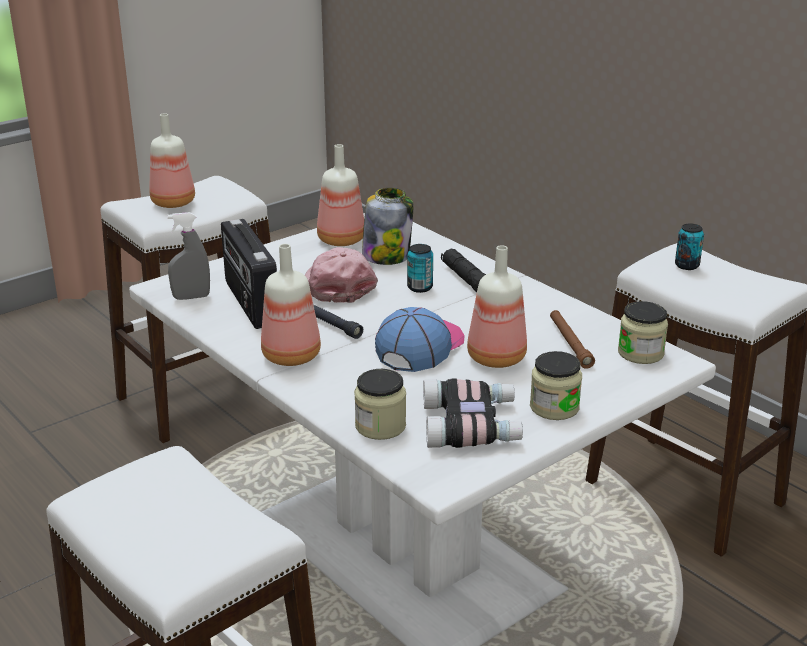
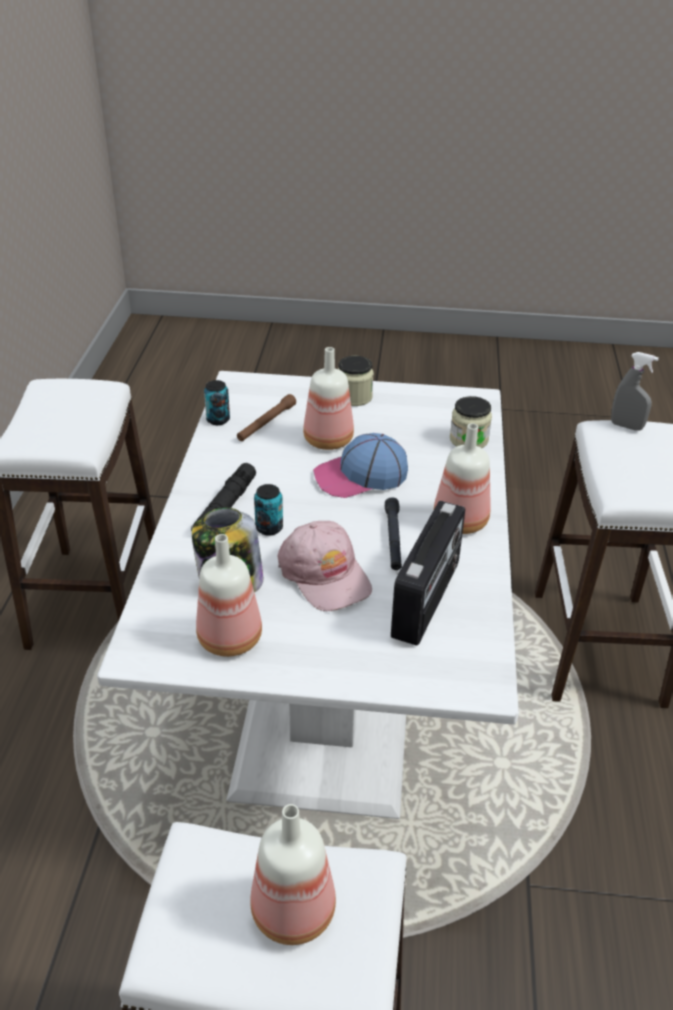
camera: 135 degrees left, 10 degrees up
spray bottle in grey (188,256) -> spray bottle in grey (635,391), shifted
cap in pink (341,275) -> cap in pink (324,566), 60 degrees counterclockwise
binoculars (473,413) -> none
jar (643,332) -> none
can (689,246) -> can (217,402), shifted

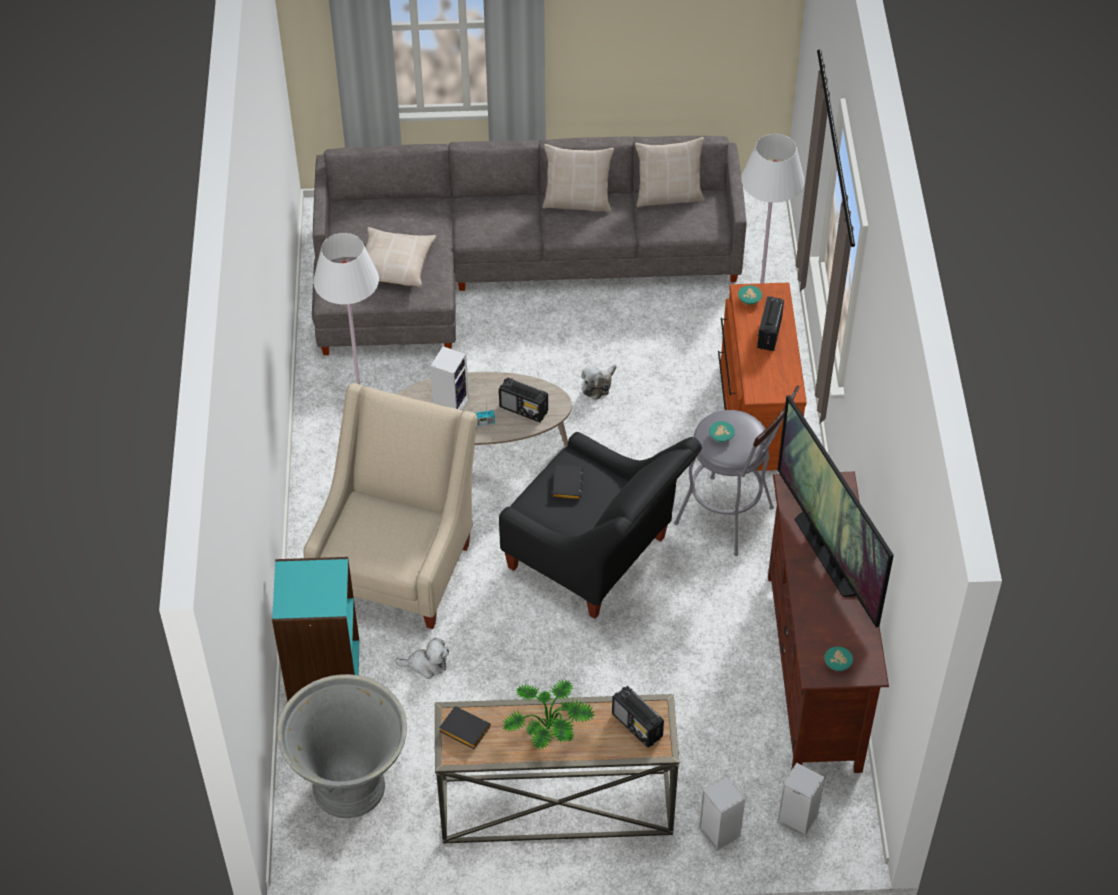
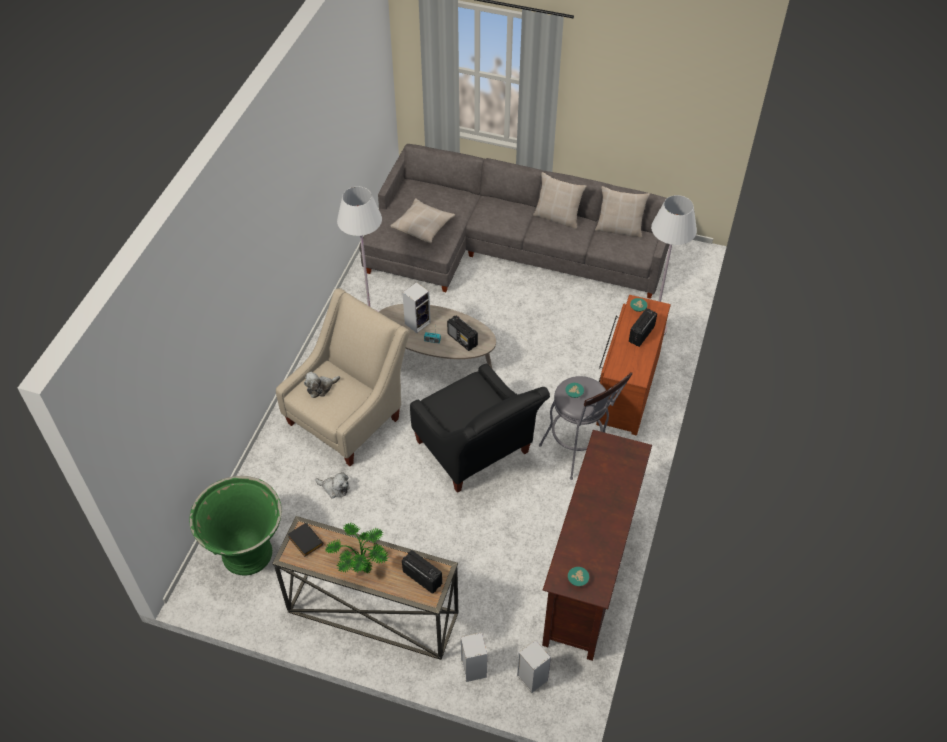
camera: 20 degrees right, 0 degrees up
bookcase in turquoise (315,629) -> none
planter in grey (342,746) -> planter in green (235,526)
book in black (567,482) -> none
plush toy (598,382) -> plush toy (322,385), shifted
radio (638,717) -> radio (422,572), 150 degrees clockwise
television (835,511) -> none

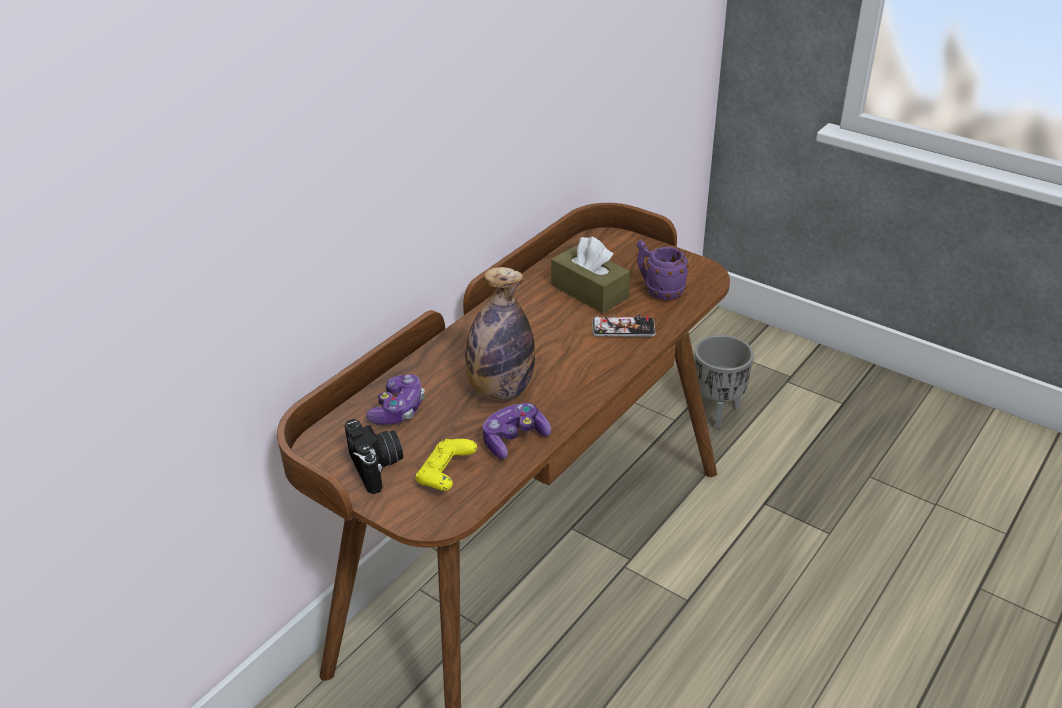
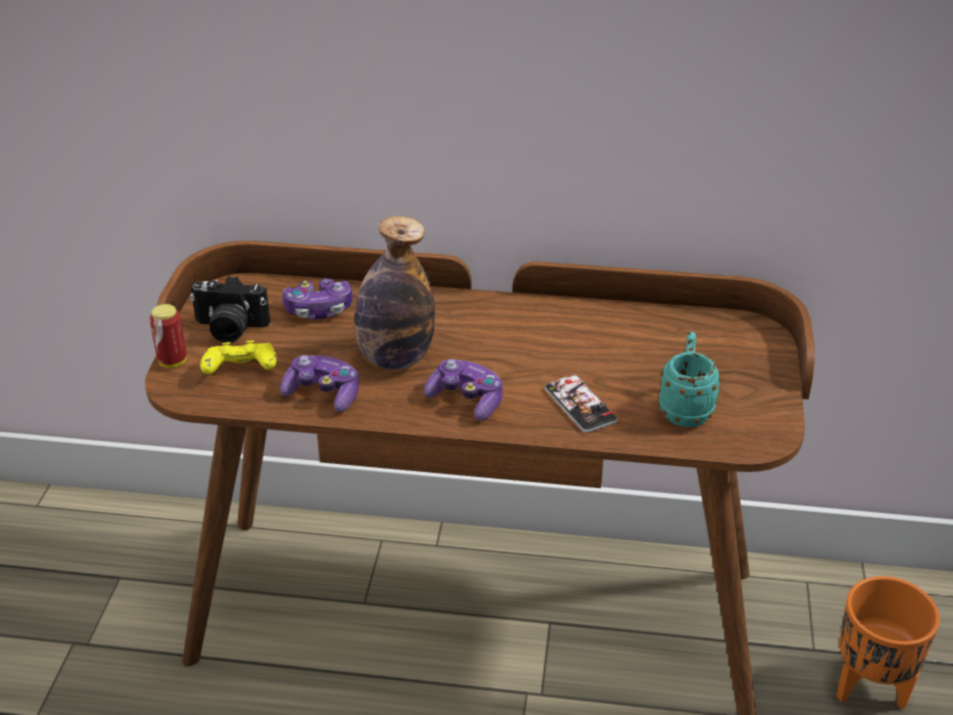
camera: 60 degrees right, 0 degrees up
photo camera (374,456) -> photo camera (230,309), 60 degrees clockwise
tissue box in brown (590,274) -> none
mug in purple (663,270) -> mug in turquoise (689,379)
planter in grey (724,382) -> planter in orange (888,642)
none -> can (168,336)
none -> game controller (463,390)

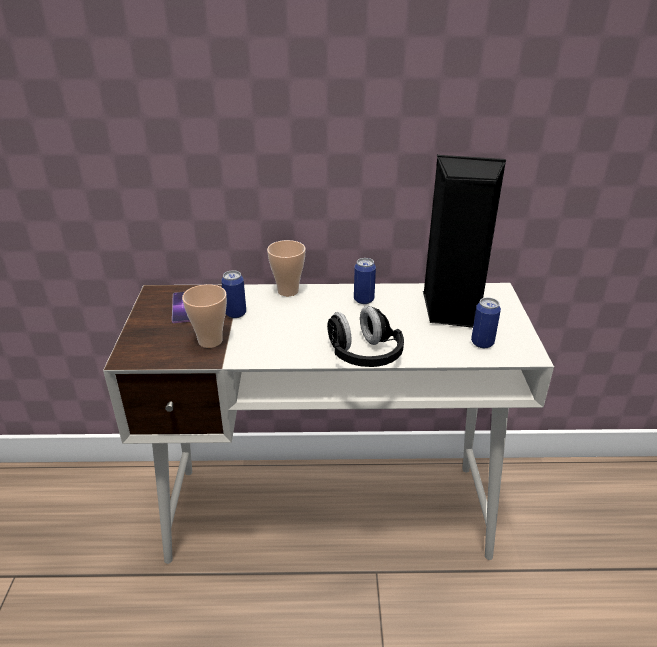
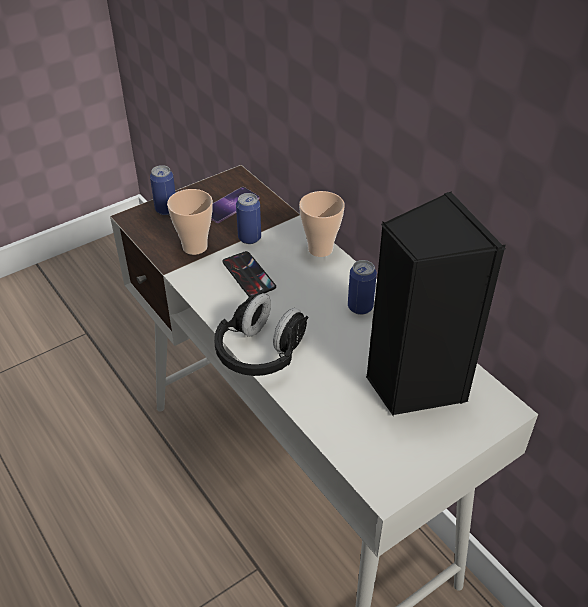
camera: 55 degrees right, 10 degrees up
can (486,322) -> can (162,190), shifted
none -> phone (249,274)

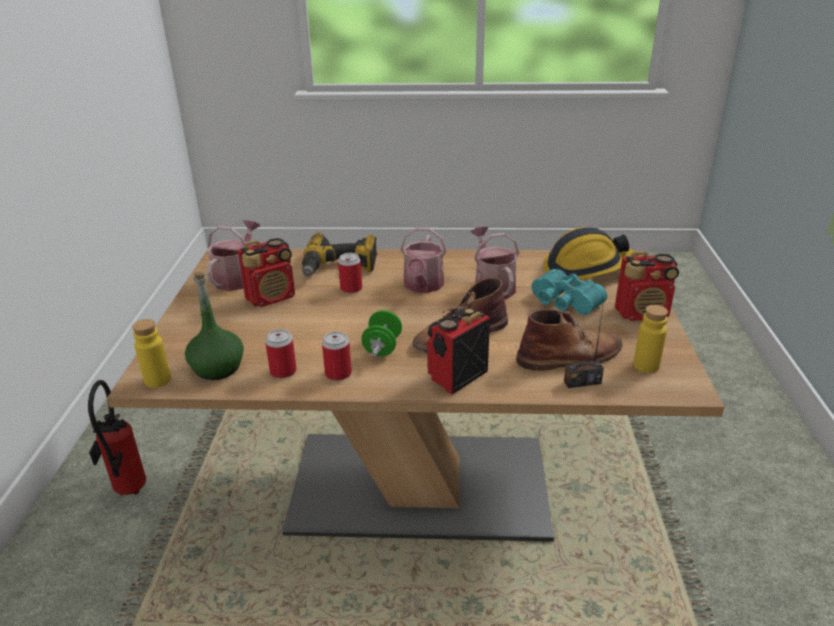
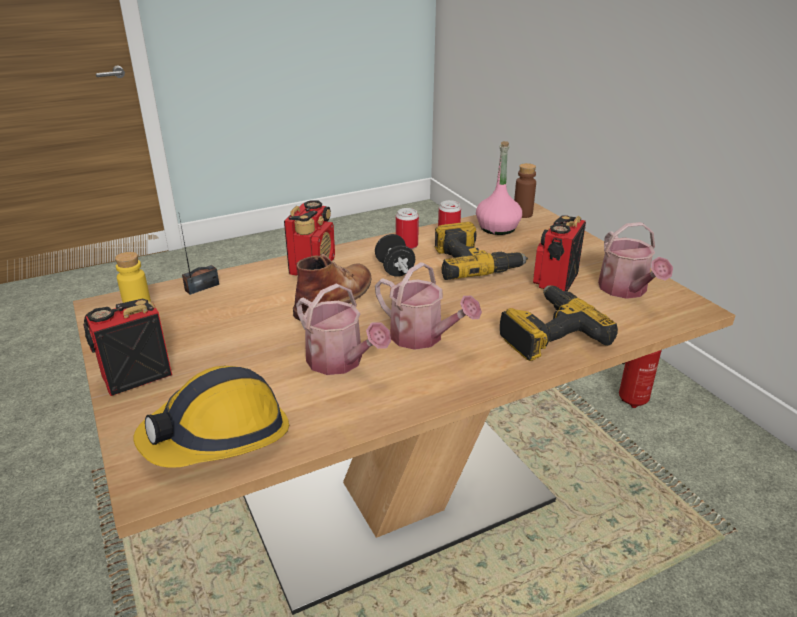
camera: 150 degrees right, 0 degrees up
bottle in yellow (151,353) -> bottle in brown (525,190)
bottle in green (214,326) -> bottle in pink (499,188)
can (350,273) -> none
dumbbell in green (381,333) -> dumbbell in black (395,255)
watering can (423,260) -> watering can (428,306), 150 degrees clockwise
boot in brown (569,340) -> none
binoculars in turquoise (569,292) -> none
none -> power drill (481,251)

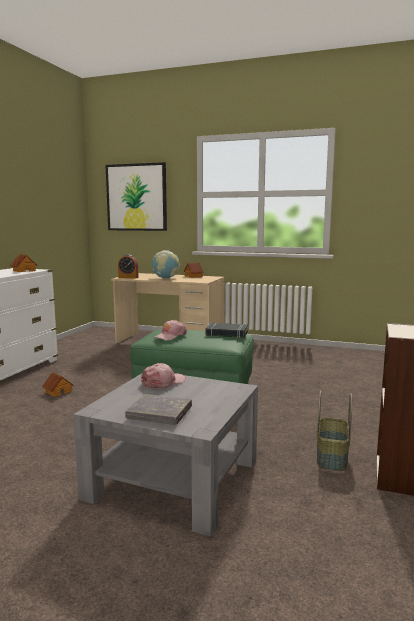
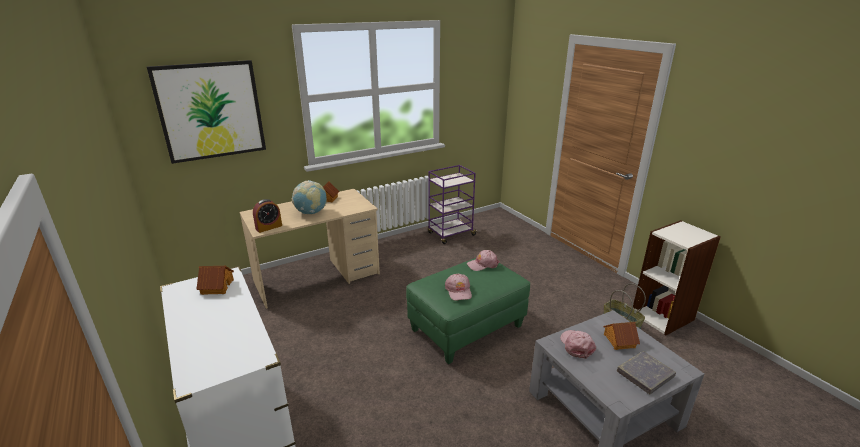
camera: 50 degrees left, 15 degrees up
toy house (58,384) -> toy house (621,336), shifted
book in black (226,330) -> cap in pink (483,260)
none -> cart in purple (452,204)

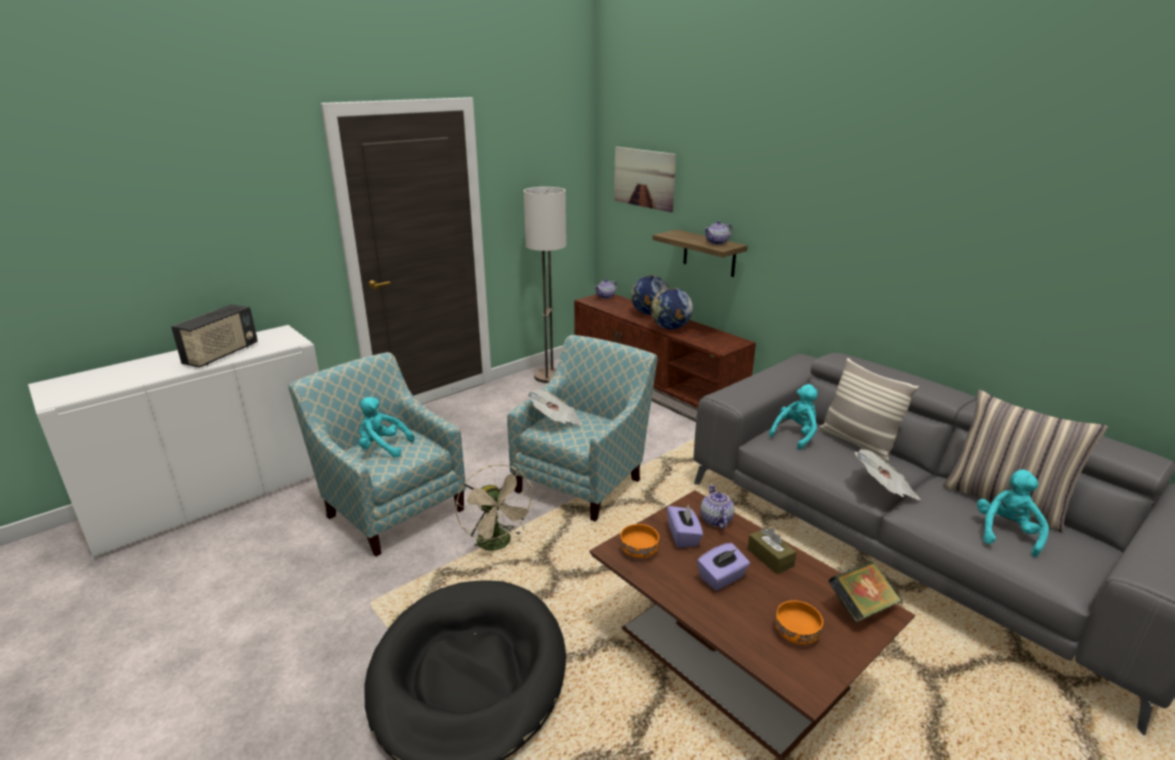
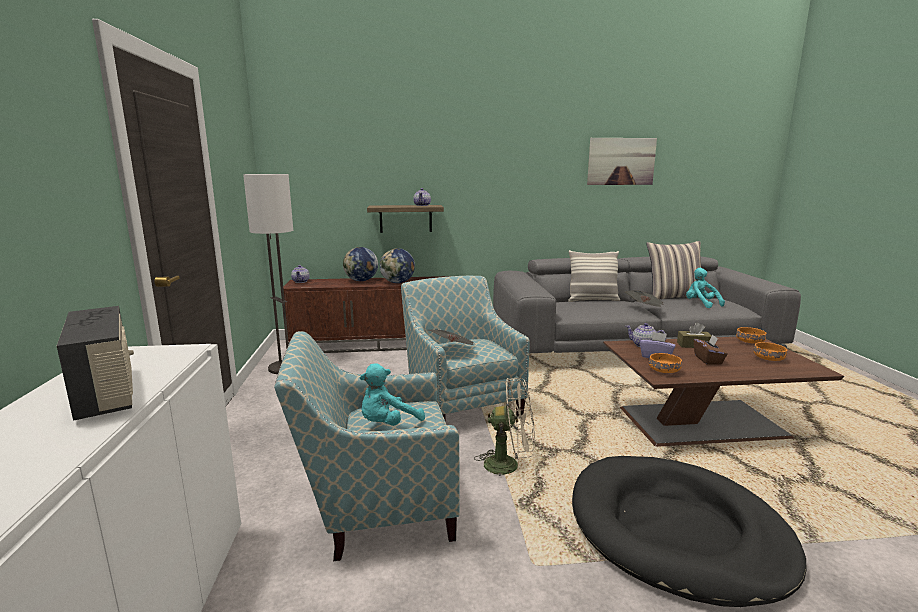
camera: 55 degrees left, 10 degrees down
picture (645,179) -> picture (622,161), shifted
tissue box in purple (723,566) -> tissue box in brown (711,350)
plush toy in turquoise (793,417) -> none
book (865,592) -> bowl in orange (751,335)

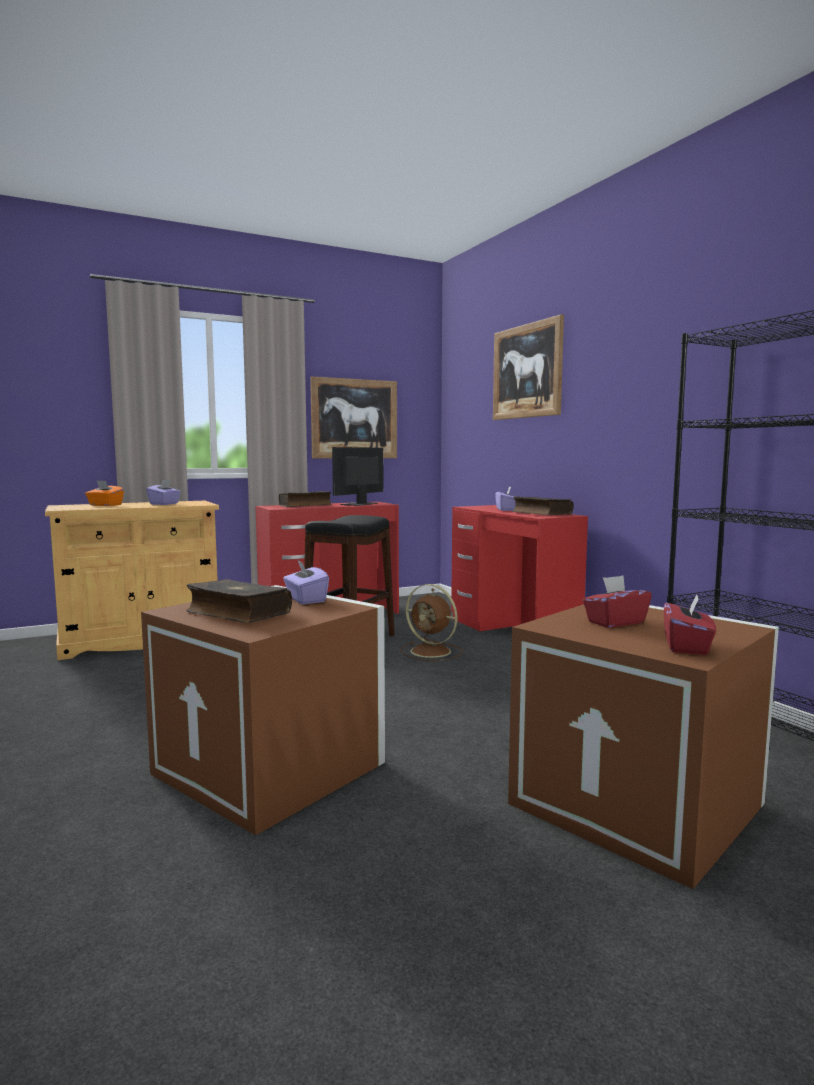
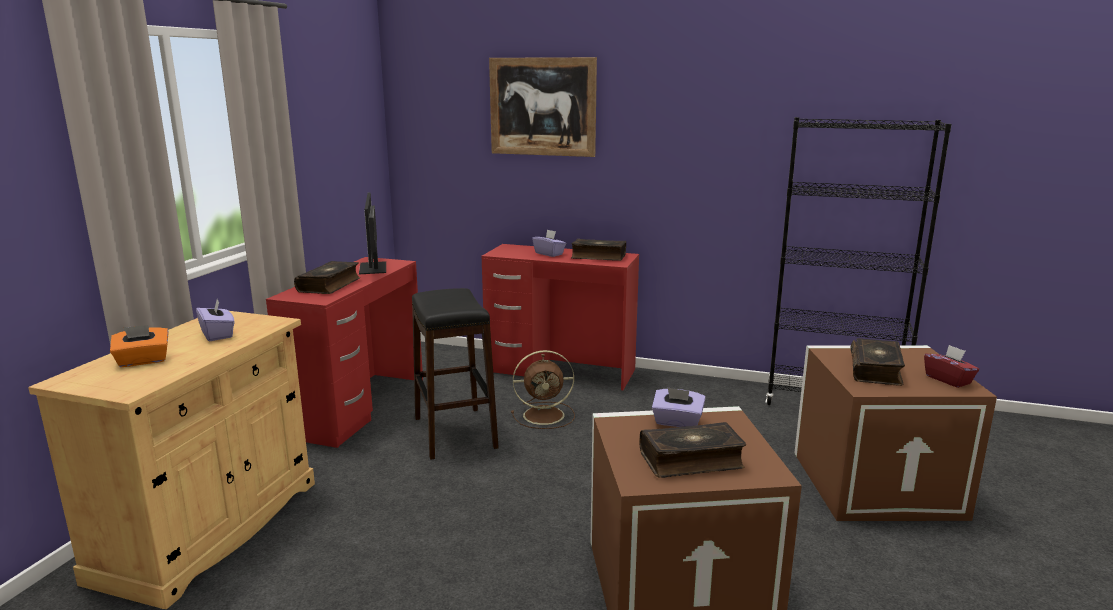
camera: 45 degrees left, 10 degrees up
picture (353,417) -> none
tissue box in red (617,602) -> book (878,362)

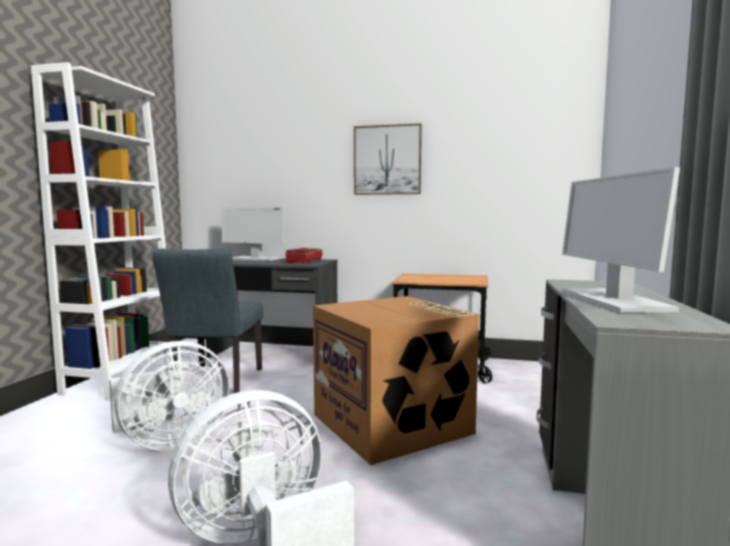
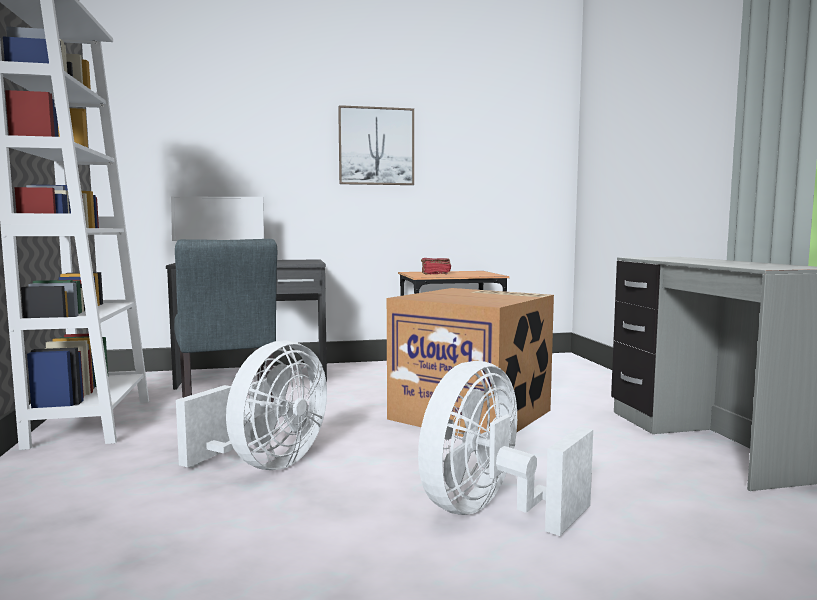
camera: 25 degrees left, 0 degrees up
book in red (304,256) -> book in red (436,266), shifted
monitor (621,240) -> none

